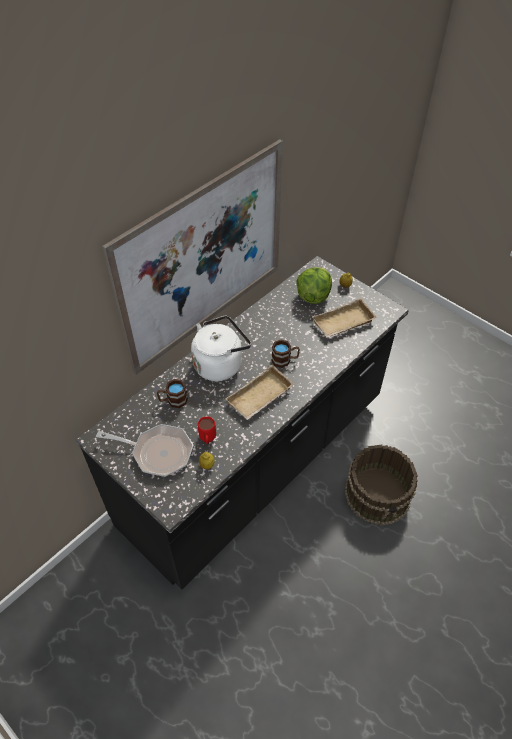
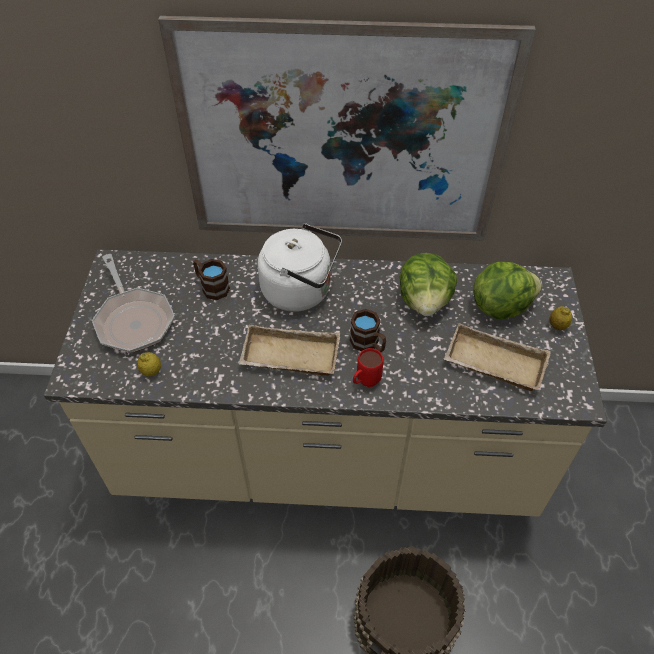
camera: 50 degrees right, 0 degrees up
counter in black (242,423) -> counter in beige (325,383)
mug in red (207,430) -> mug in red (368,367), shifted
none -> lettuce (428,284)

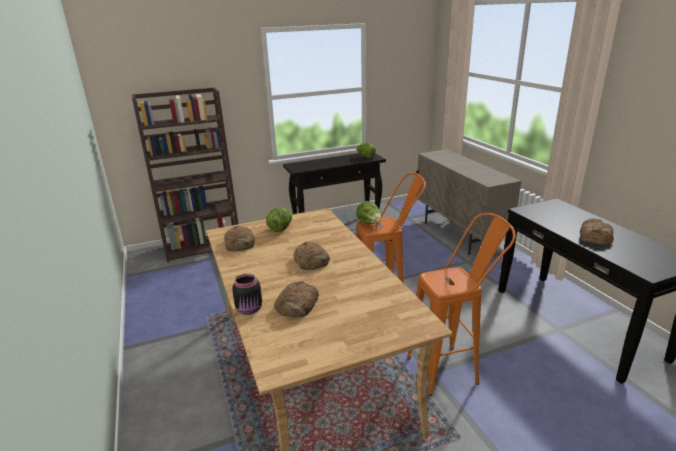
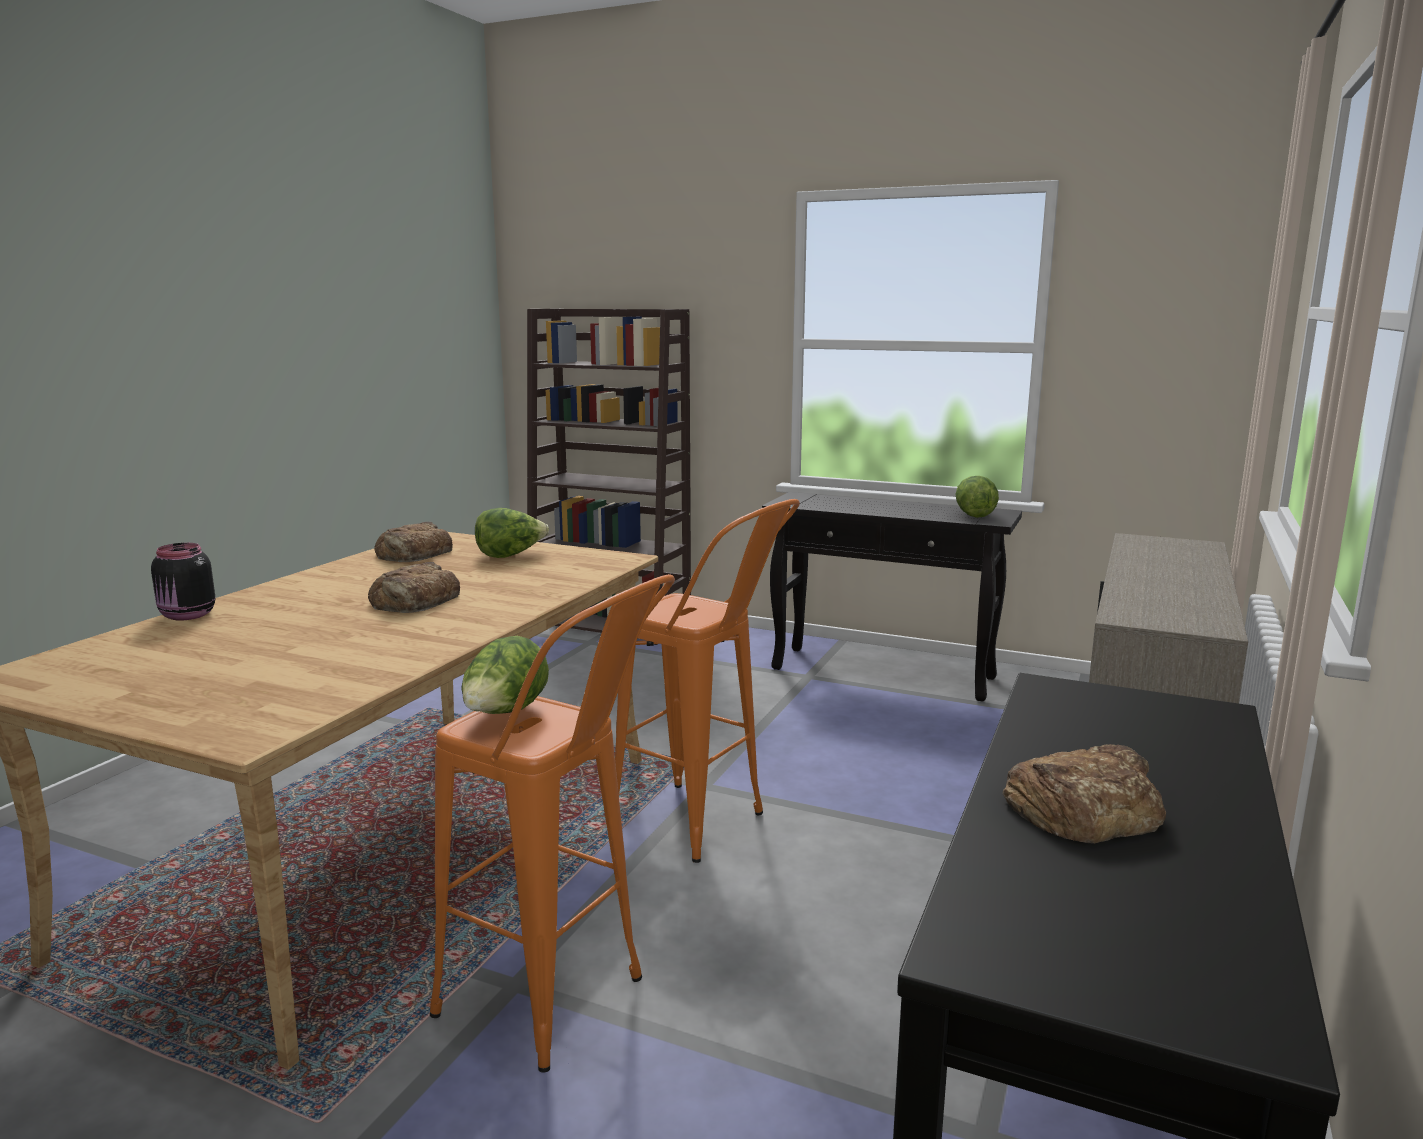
camera: 45 degrees right, 10 degrees down
bread (296,299) -> none
lettuce (368,212) -> lettuce (505,675), shifted

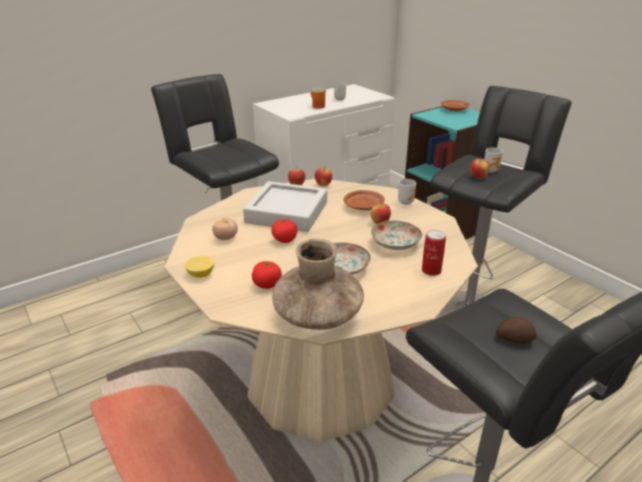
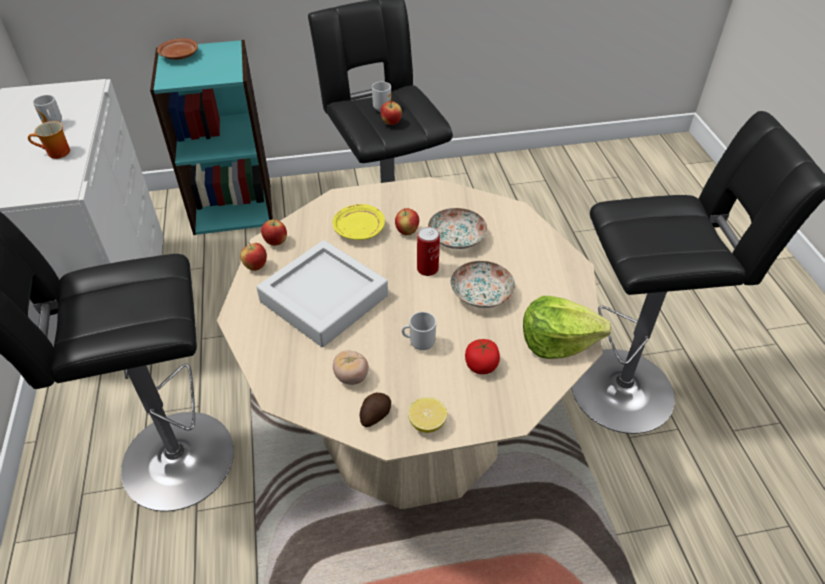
camera: 65 degrees left, 15 degrees up
tomato (284,231) -> none
vase in brown (318,284) -> lettuce (567,327)
plate in brown (364,200) -> plate in yellow (358,222)
mug (407,192) -> mug (419,331), shifted
can (434,253) -> can (428,251), shifted
potato (516,330) -> potato (375,410), shifted

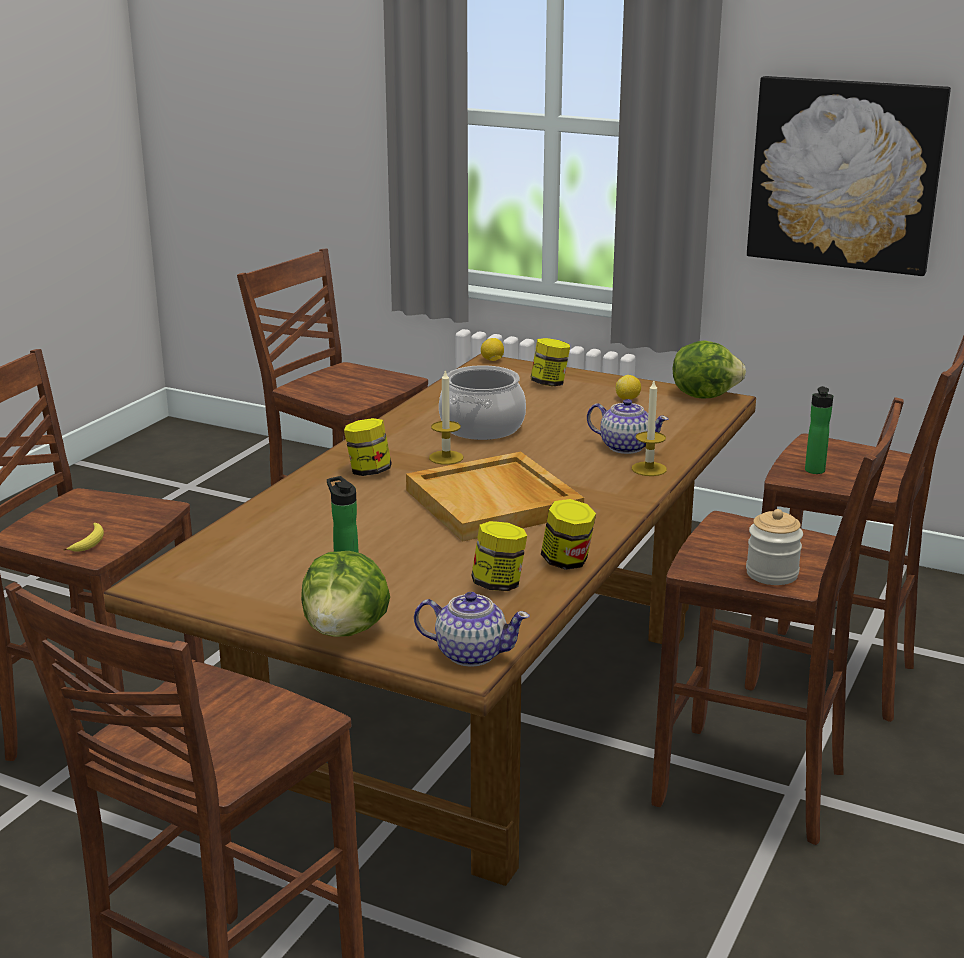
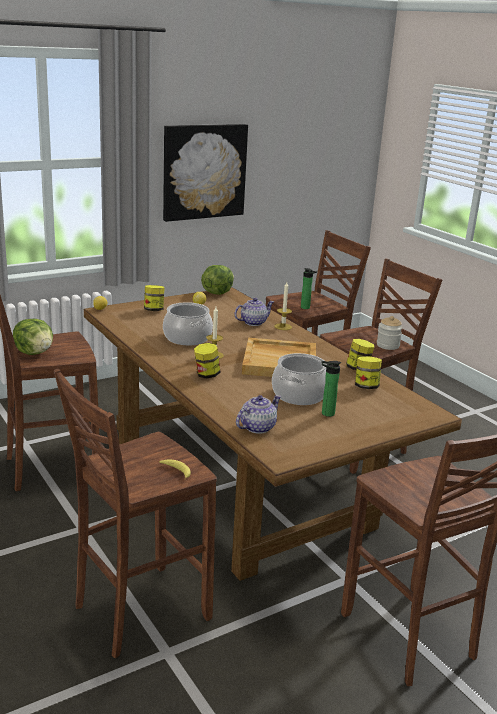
camera: 60 degrees left, 0 degrees up
lettuce (345,594) -> lettuce (33,337), shifted
teapot (472,629) -> teapot (258,414), shifted
none -> cooking pot (299,379)

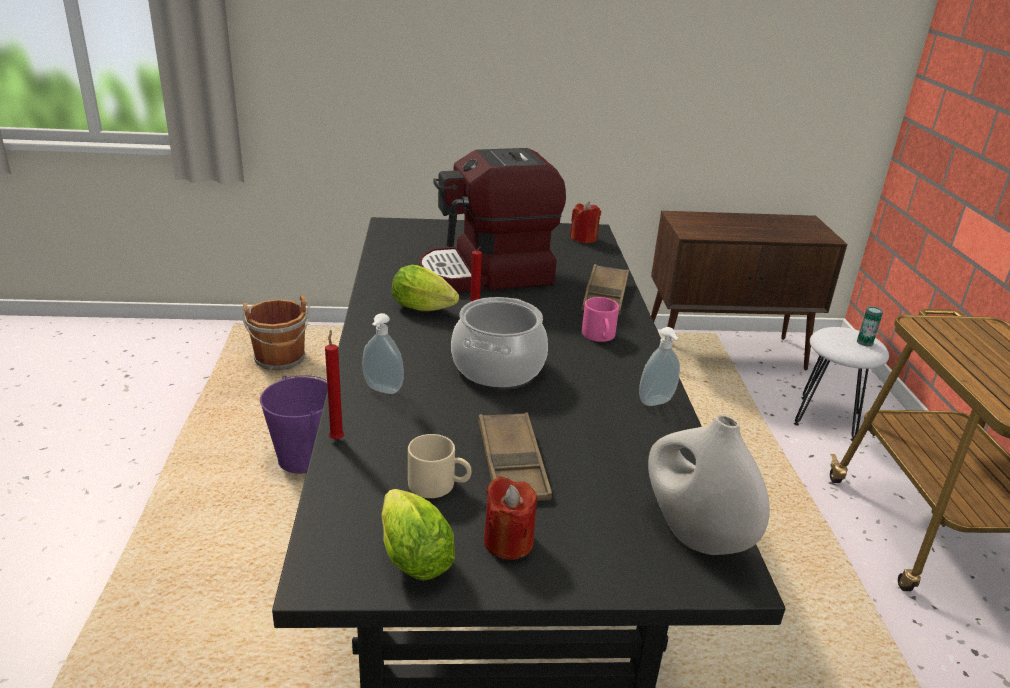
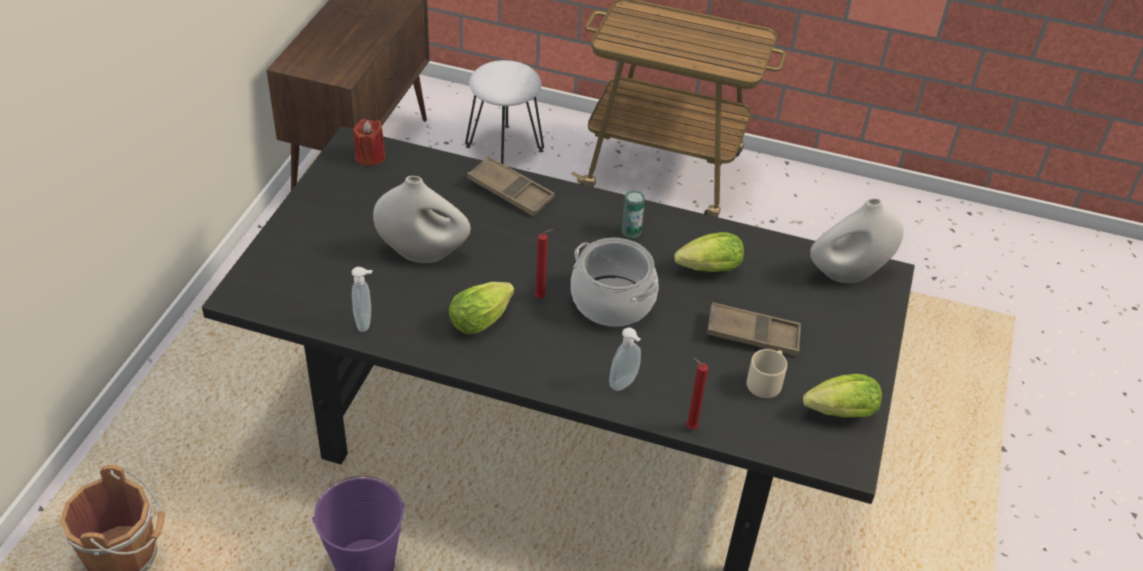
camera: 70 degrees left, 15 degrees up
coffee machine (492,220) -> vase in white (422,219)
candle in red (510,518) -> none
mug in pink (600,319) -> none
soap dispenser (659,366) -> soap dispenser (362,299), shifted
can (870,326) -> can (633,214), shifted
none -> lettuce (709,252)

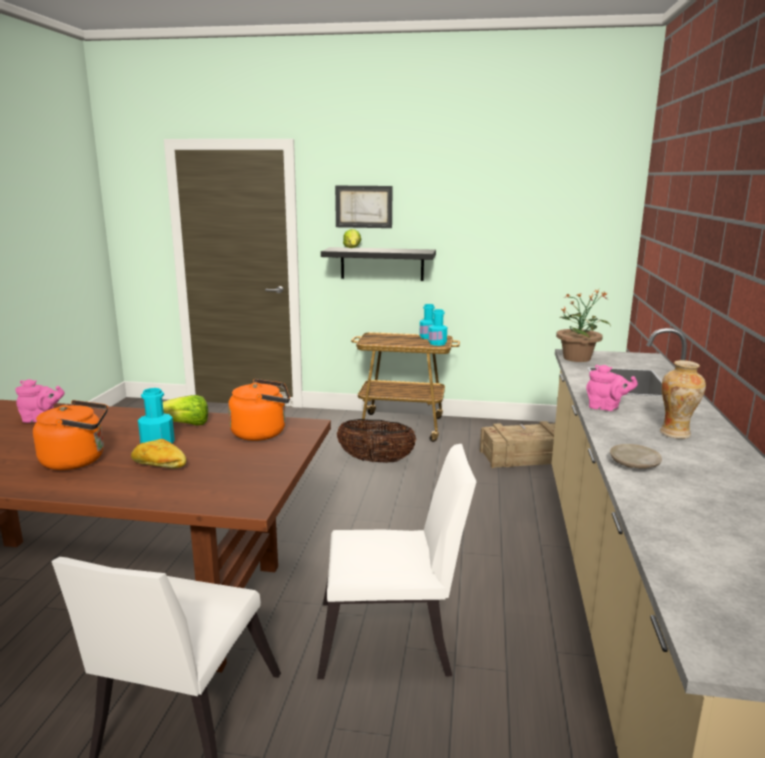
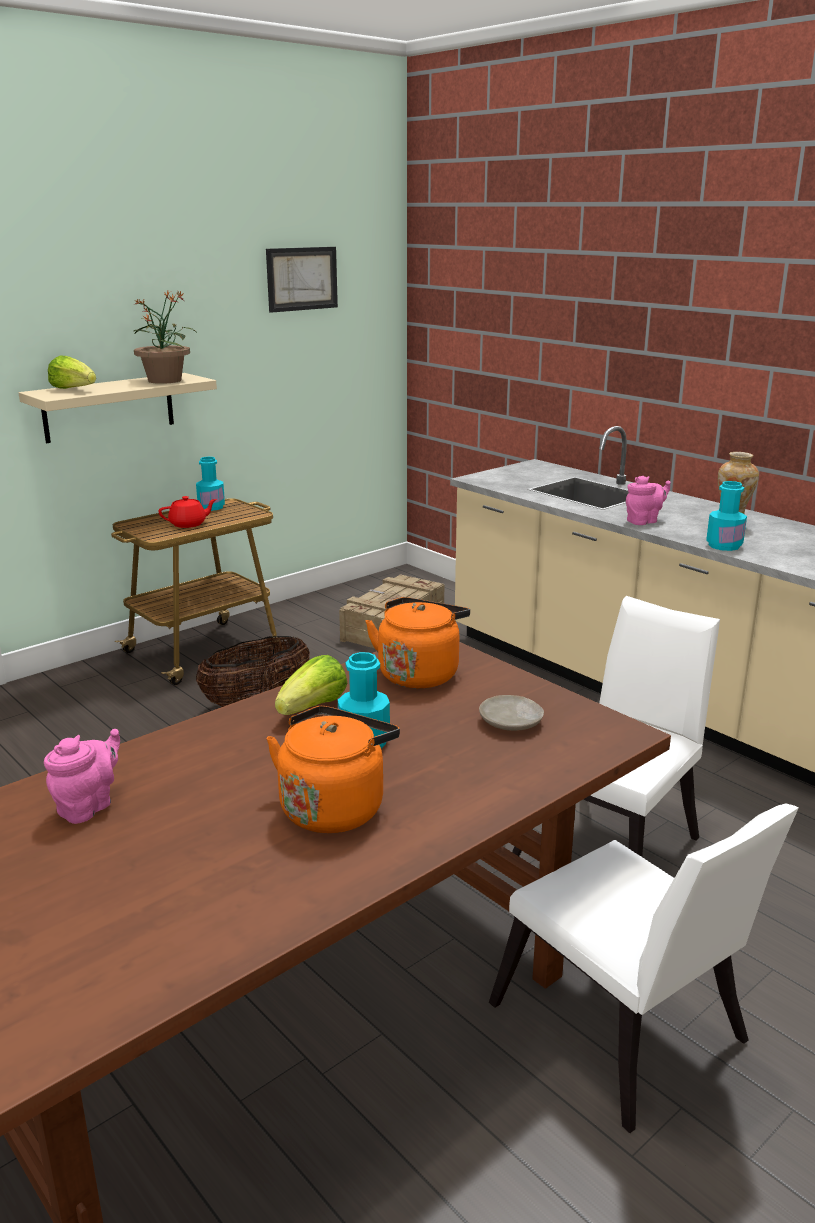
camera: 50 degrees left, 5 degrees up
bread (158,454) -> none
shelf in black (378,264) -> shelf in beige (118,408)
picture (364,207) -> picture (302,280), shifted
bottle in turquoise (438,327) -> bottle in turquoise (726,516), shifted
potted plant (583,325) -> potted plant (165,337), shifted
plate in beige (636,456) -> plate in beige (511,713), shifted
none -> teapot in red (187,512)

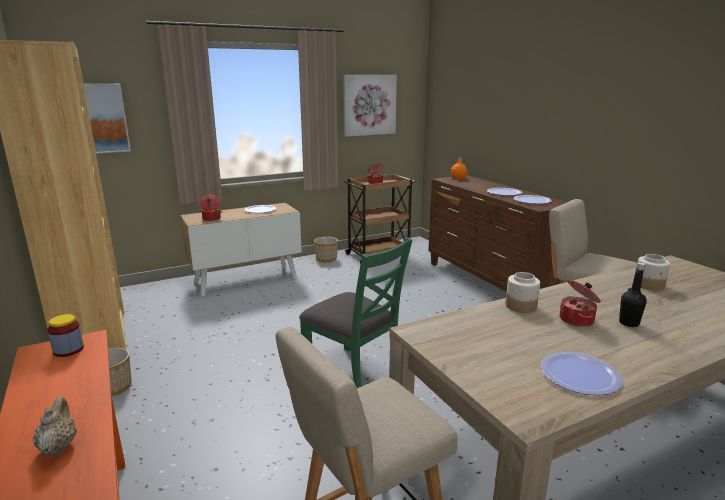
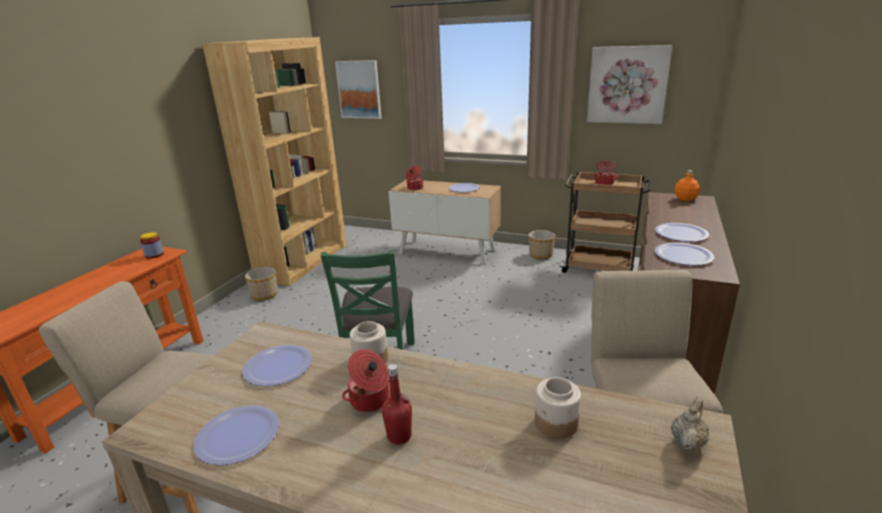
camera: 50 degrees right, 5 degrees up
teapot in beige (55,426) -> teapot in beige (690,424), shifted
bottle in black (633,294) -> bottle in red (397,404)
none -> plate (277,365)

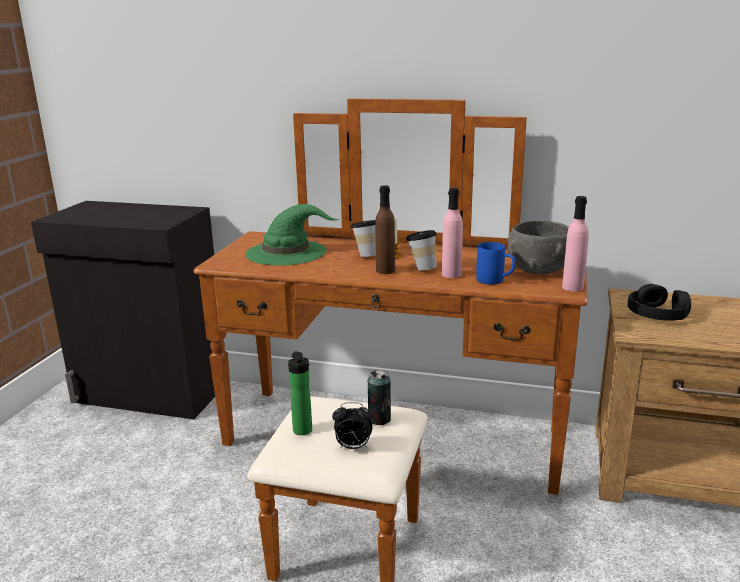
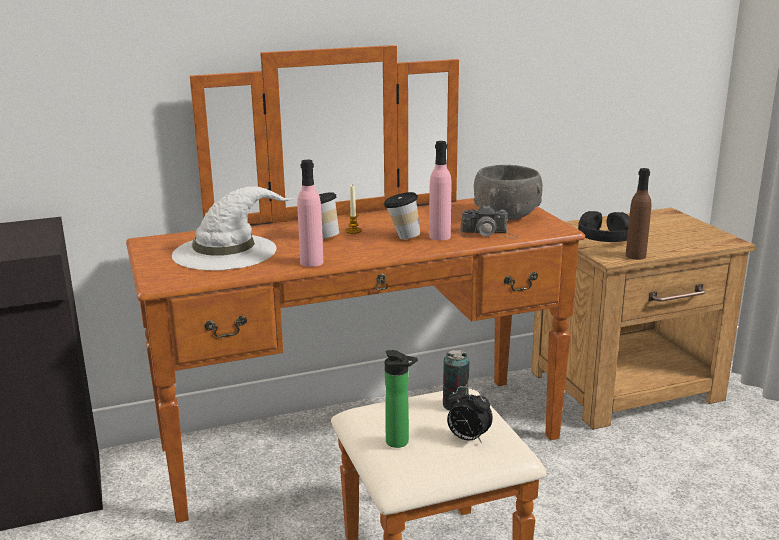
camera: 35 degrees left, 0 degrees up
hat in green (292,235) -> hat in white (234,228)
alarm clock (352,425) -> alarm clock (470,414), 60 degrees clockwise
bottle in brown (385,229) -> bottle in brown (639,214), shifted
mug in blue (496,263) -> photo camera (489,222)
bottle in pink (575,244) -> bottle in pink (310,213), shifted

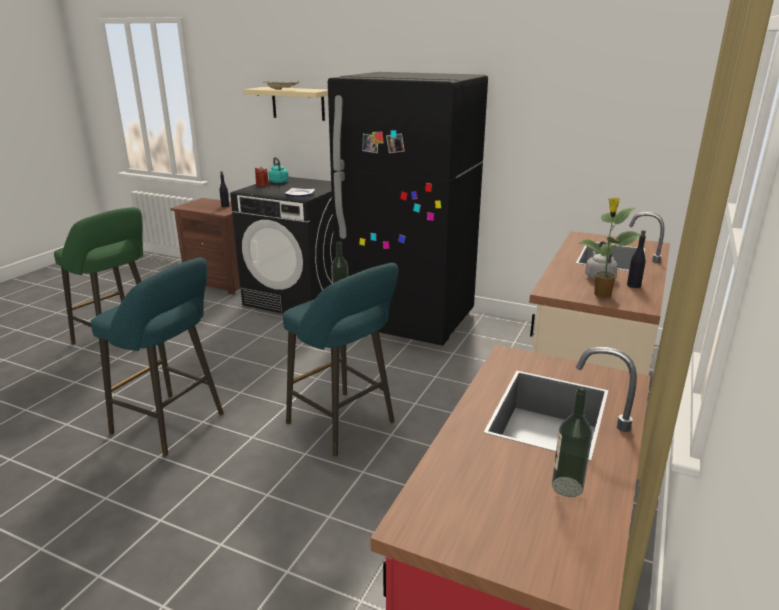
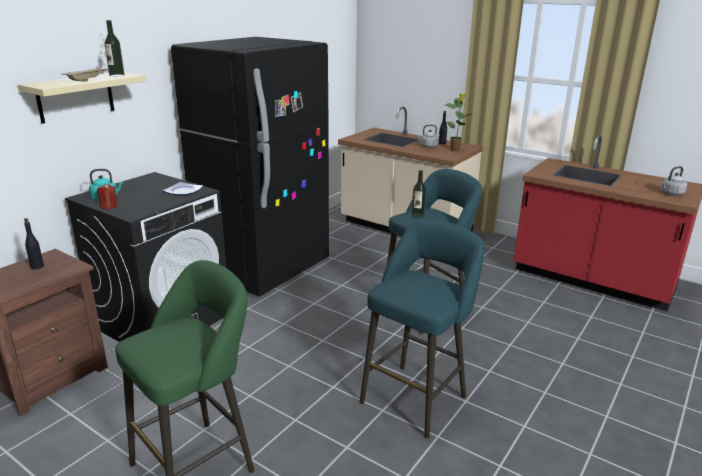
camera: 80 degrees left, 0 degrees up
bottle (572,443) -> bottle (114,48), shifted
none -> kettle in grey (674,180)

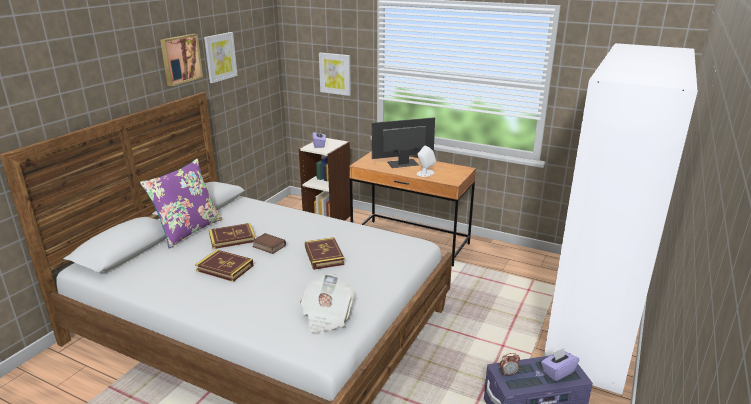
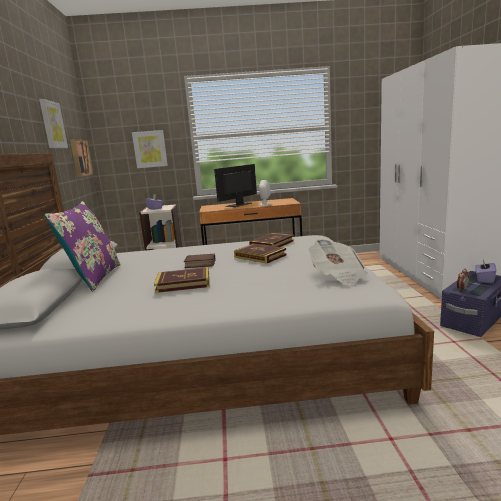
camera: 30 degrees left, 10 degrees down
picture (181,60) -> picture (82,158), shifted
book (232,236) -> book (271,240), shifted

